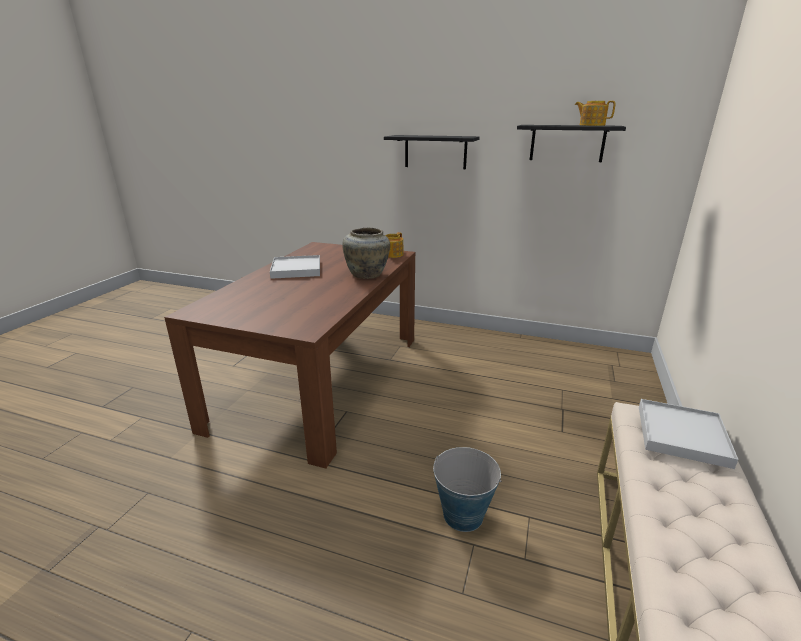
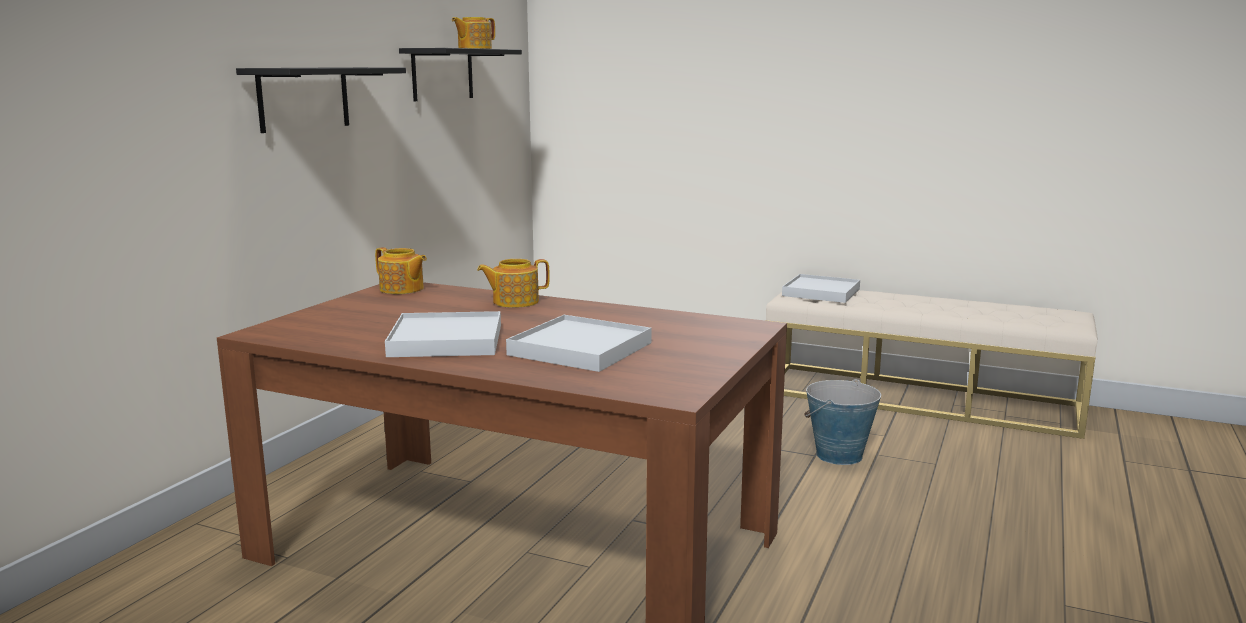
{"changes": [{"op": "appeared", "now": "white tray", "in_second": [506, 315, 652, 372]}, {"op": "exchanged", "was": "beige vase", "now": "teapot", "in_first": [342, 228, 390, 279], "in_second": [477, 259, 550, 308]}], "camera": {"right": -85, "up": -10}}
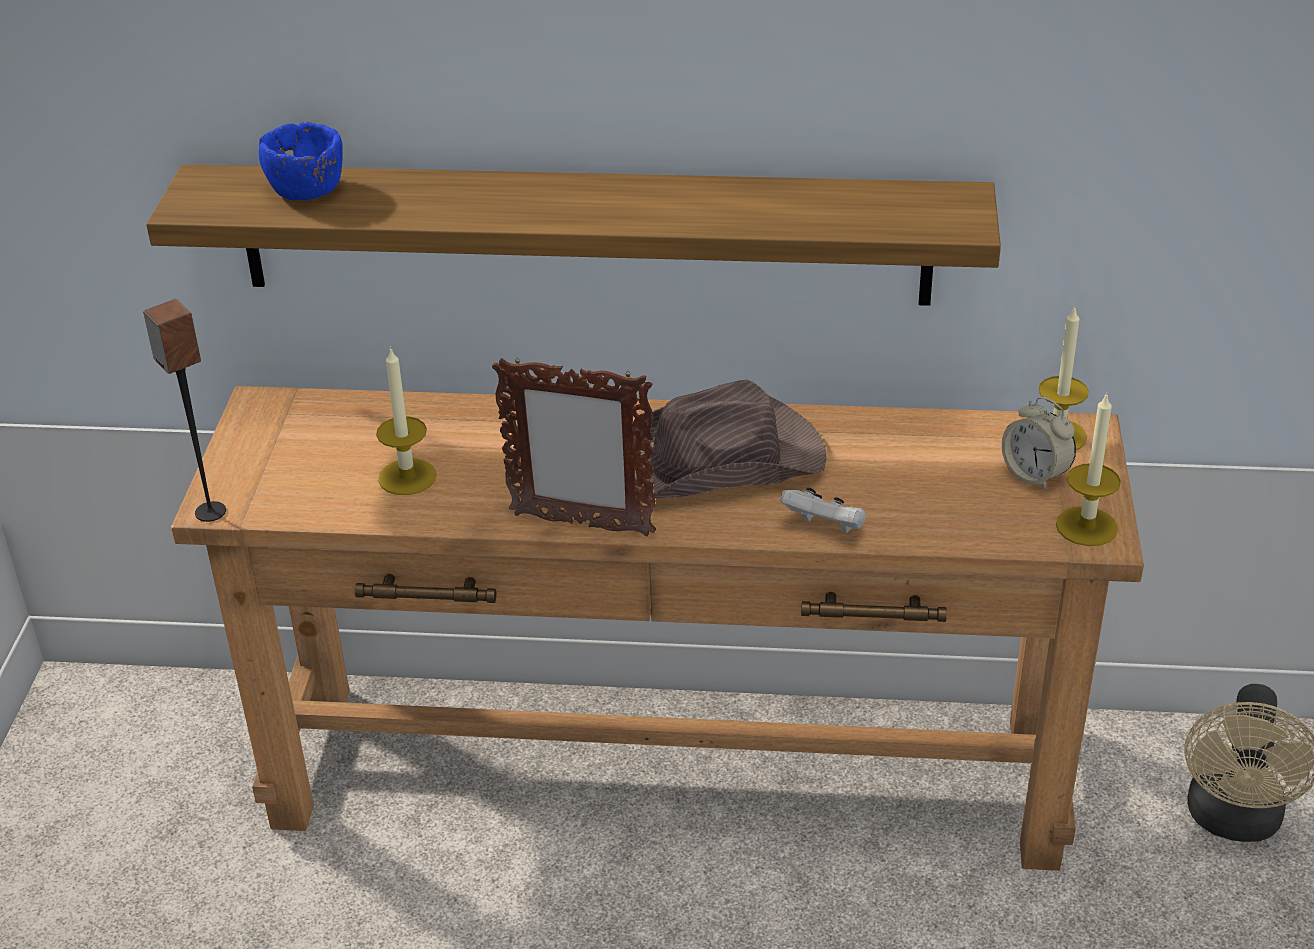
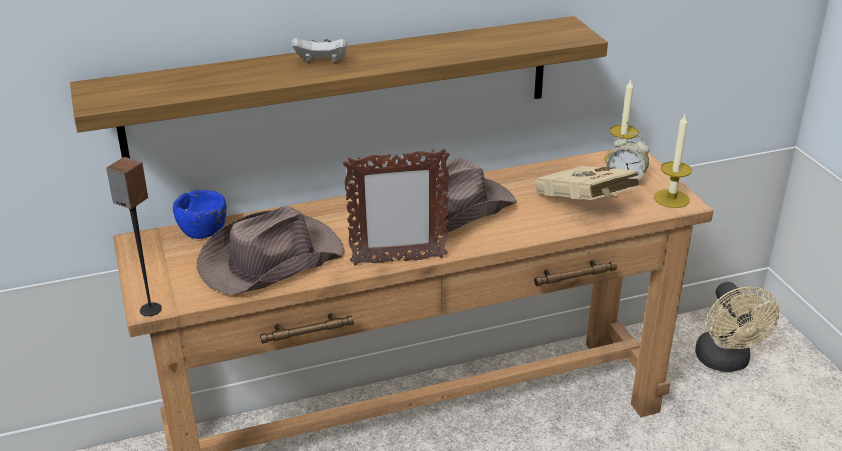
{"changes": [{"op": "appeared", "now": "beige book", "in_second": [535, 166, 639, 200]}, {"op": "relocated", "was": "blue bowl", "in_first": [259, 122, 343, 200], "in_second": [173, 190, 227, 239]}, {"op": "relocated", "was": "white game controller", "in_first": [781, 488, 866, 533], "in_second": [292, 38, 347, 63]}, {"op": "exchanged", "was": "candle", "now": "brown hat", "in_first": [376, 346, 437, 495], "in_second": [197, 206, 345, 295]}], "camera": {"right": -25, "up": -5}}
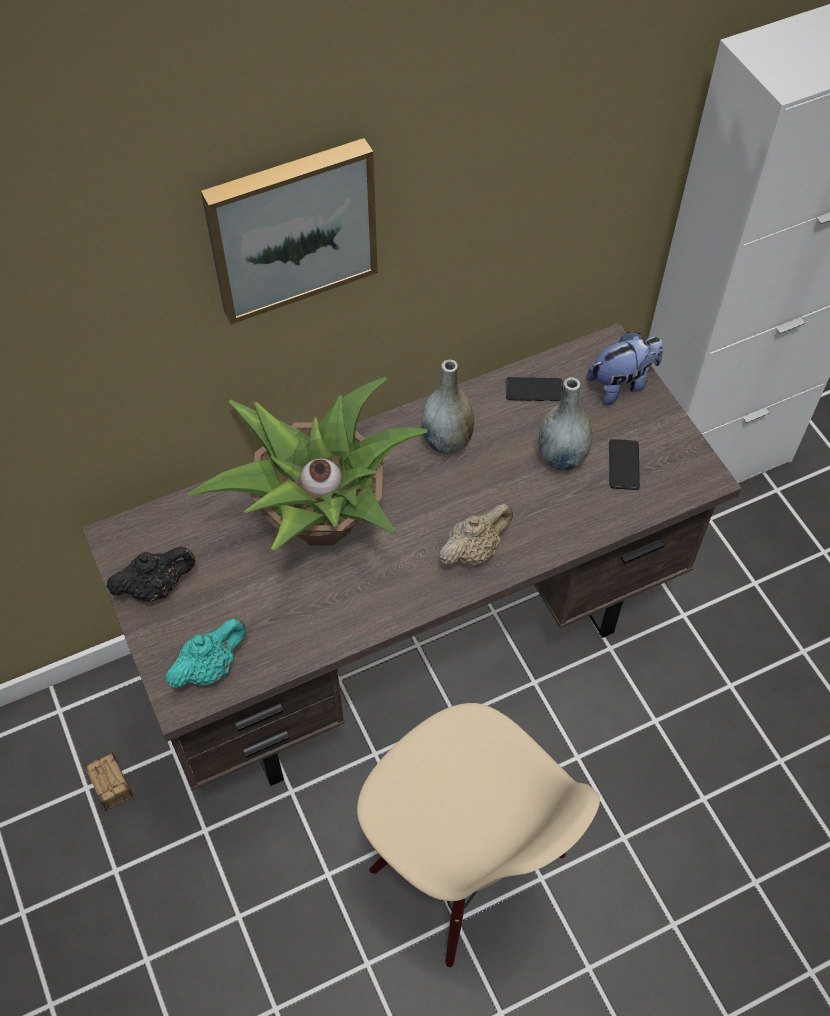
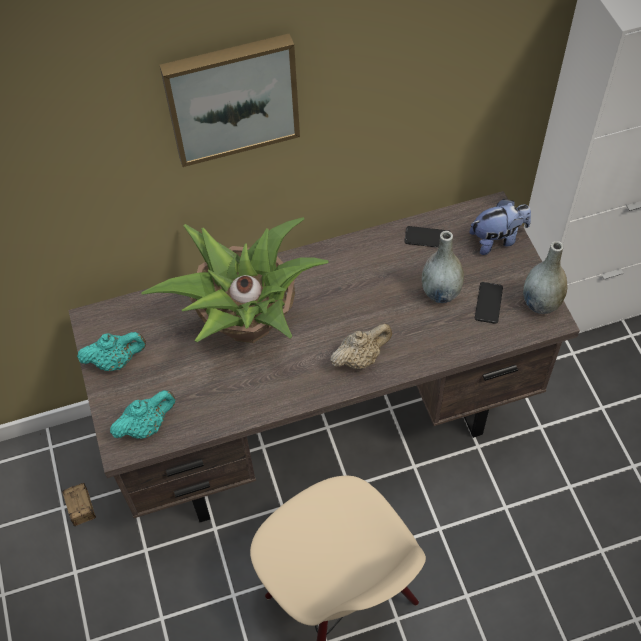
{"changes": [{"op": "relocated", "was": "grey vase", "in_first": [421, 360, 474, 454], "in_second": [523, 241, 567, 314]}, {"op": "colour", "was": "black teapot", "now": "turquoise teapot", "in_first": [106, 546, 196, 602], "in_second": [77, 332, 146, 371]}], "camera": {"right": 10, "up": 0}}
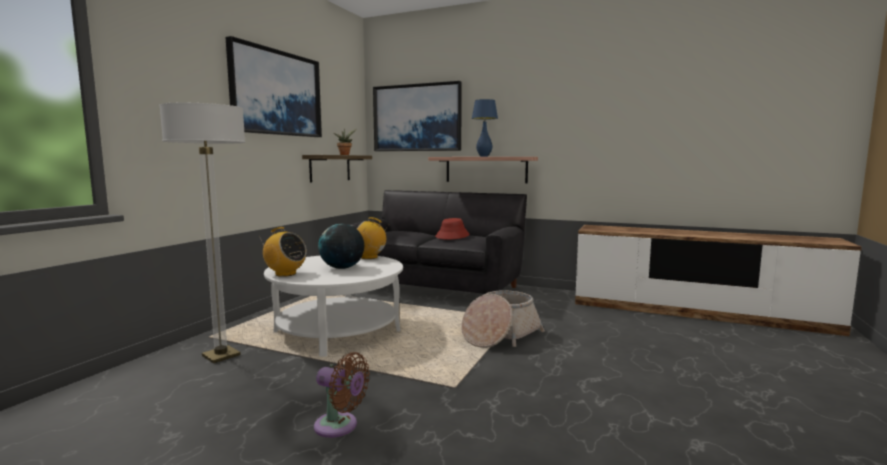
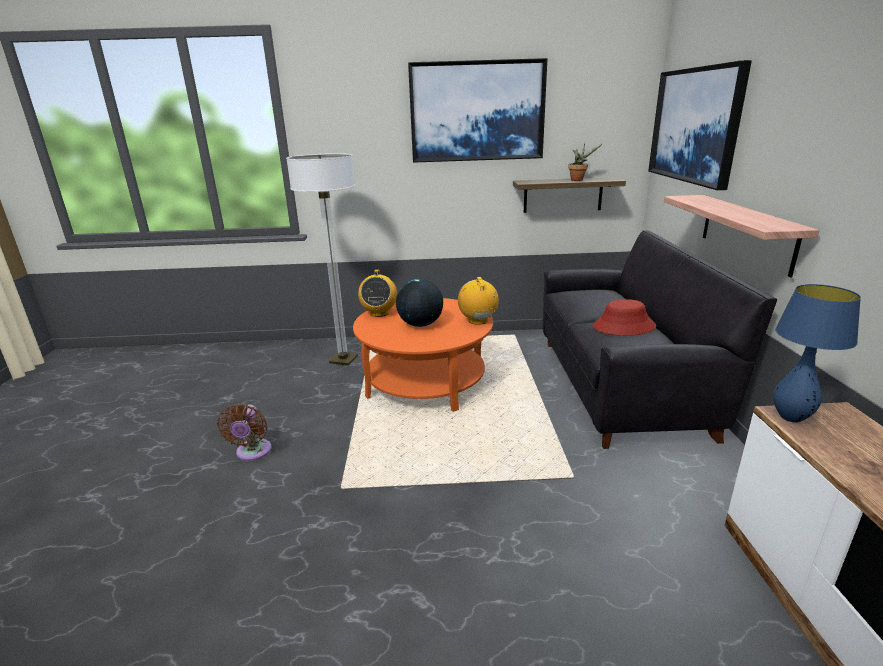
{"changes": [{"op": "missing", "was": "basket", "in_first": [461, 290, 545, 348]}, {"op": "relocated", "was": "blue table lamp", "in_first": [472, 99, 498, 157], "in_second": [773, 284, 861, 423]}, {"op": "colour", "was": "white coffee table", "now": "orange coffee table", "in_first": [264, 255, 403, 356], "in_second": [353, 298, 493, 412]}], "camera": {"right": 65, "up": 15}}
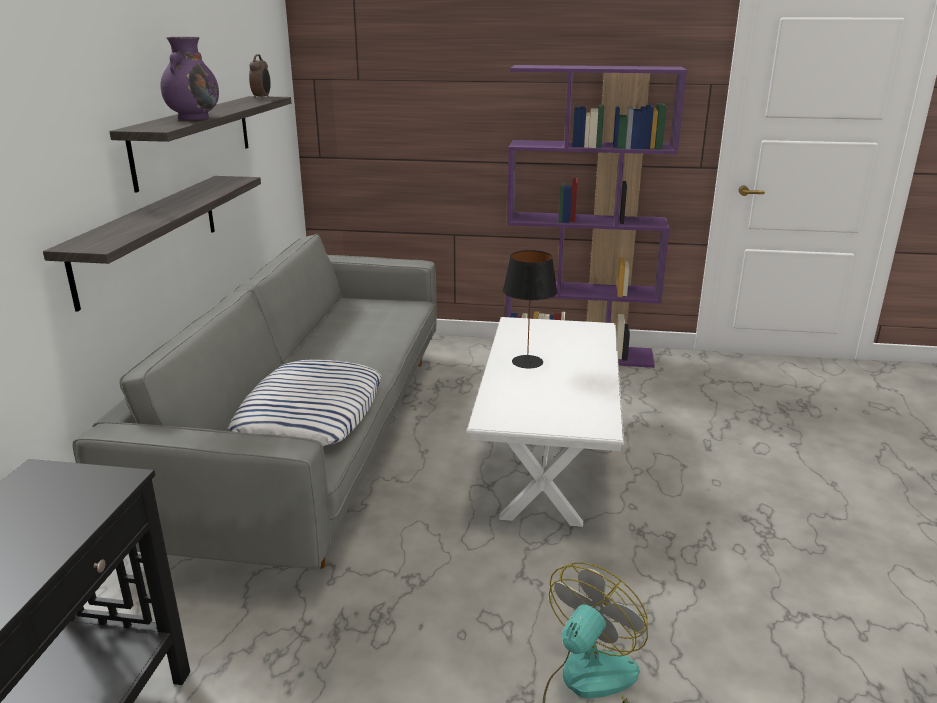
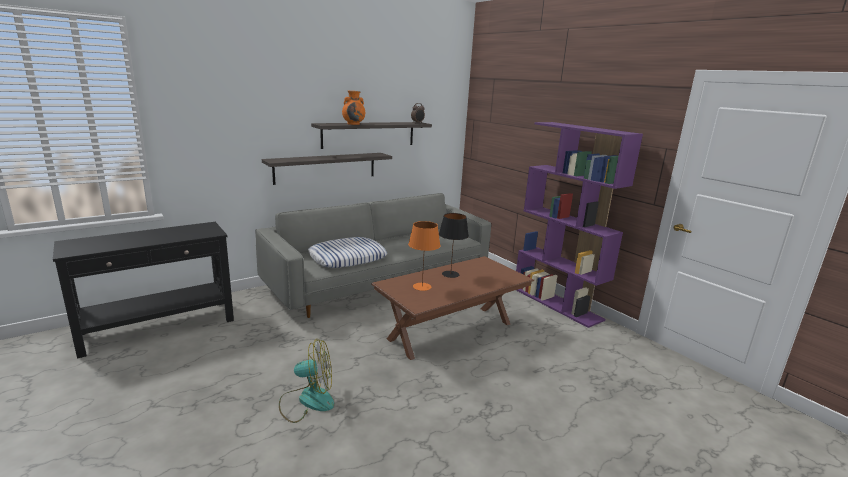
{"changes": [{"op": "appeared", "now": "orange table lamp", "in_second": [408, 221, 441, 291]}, {"op": "colour", "was": "purple vase", "now": "orange vase", "in_first": [160, 37, 219, 120], "in_second": [342, 91, 365, 125]}, {"op": "colour", "was": "white coffee table", "now": "brown coffee table", "in_first": [467, 317, 624, 527], "in_second": [371, 256, 534, 360]}], "camera": {"right": 45, "up": -5}}
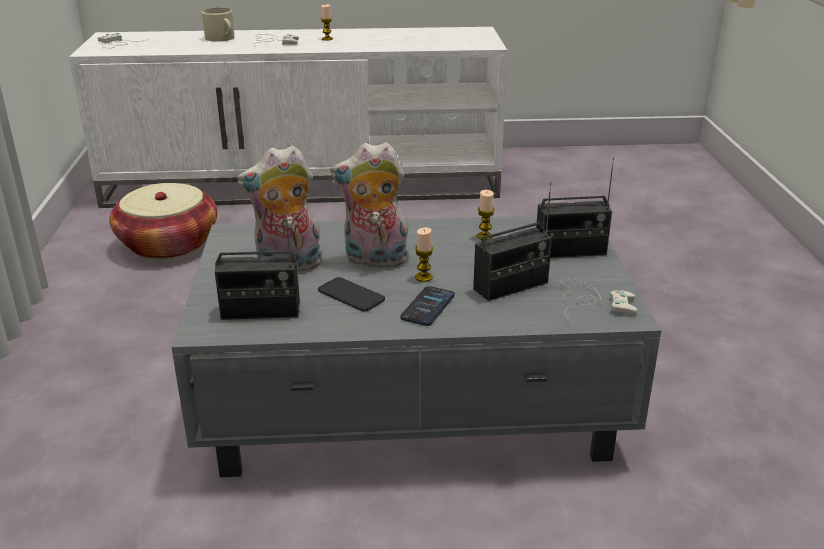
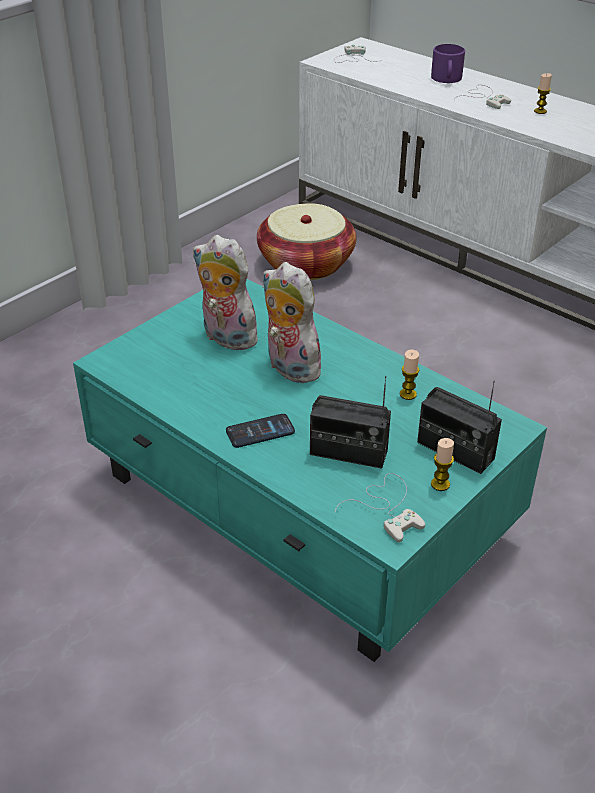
{"changes": [{"op": "missing", "was": "radio", "in_first": [215, 210, 300, 320]}, {"op": "missing", "was": "phone", "in_first": [318, 277, 385, 312]}, {"op": "relocated", "was": "candle", "in_first": [415, 227, 433, 282], "in_second": [431, 438, 454, 491]}, {"op": "colour", "was": "grey coffee table", "now": "turquoise coffee table", "in_first": [171, 216, 661, 477], "in_second": [73, 279, 547, 662]}, {"op": "colour", "was": "beige mug", "now": "purple mug", "in_first": [202, 8, 234, 42], "in_second": [431, 44, 465, 83]}], "camera": {"right": 45, "up": 10}}
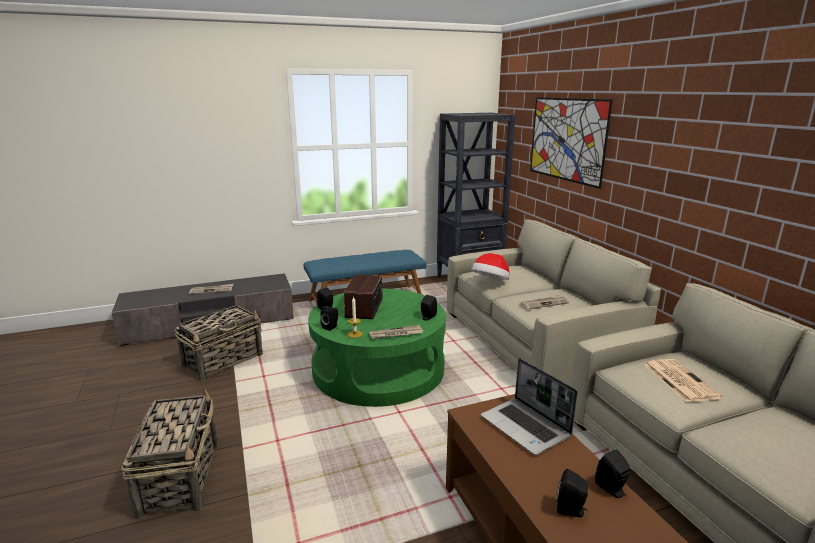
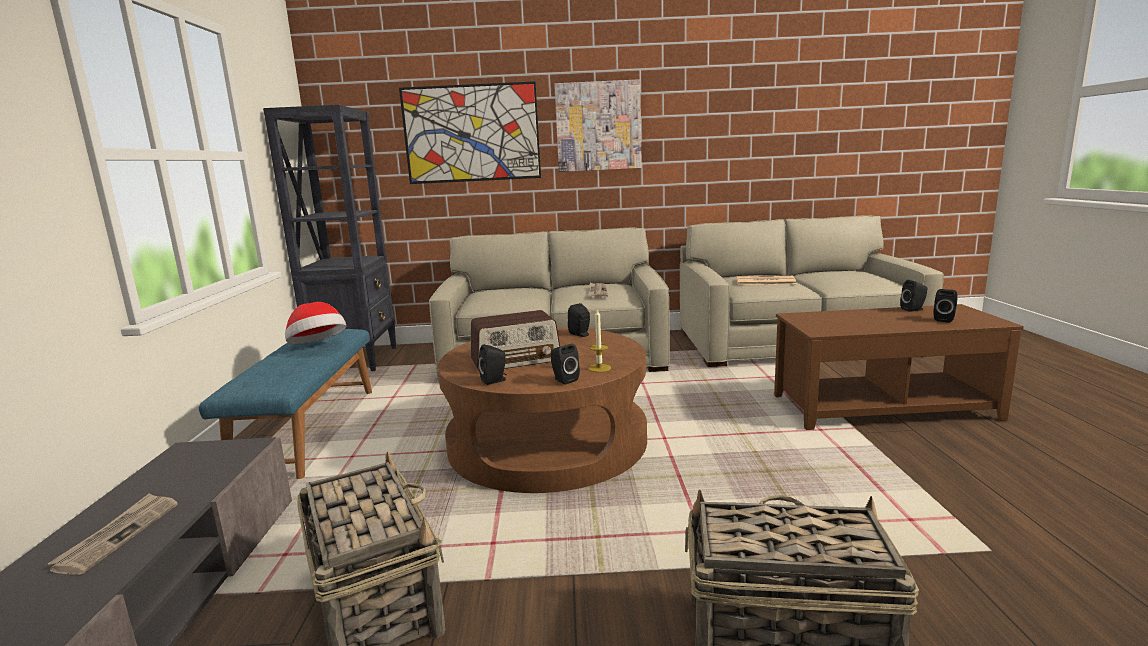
{"changes": [{"op": "missing", "was": "newspaper", "in_first": [370, 325, 423, 339]}, {"op": "missing", "was": "laptop", "in_first": [481, 358, 578, 455]}, {"op": "appeared", "now": "picture", "in_second": [554, 79, 642, 172]}, {"op": "relocated", "was": "hat", "in_first": [471, 253, 510, 280], "in_second": [285, 302, 346, 344]}, {"op": "colour", "was": "green coffee table", "now": "brown coffee table", "in_first": [308, 288, 446, 407], "in_second": [438, 328, 647, 493]}, {"op": "spun", "was": "radio", "in_first": [344, 275, 383, 319], "in_second": [470, 310, 560, 372], "clockwise": -45}], "camera": {"right": -70, "up": -5}}
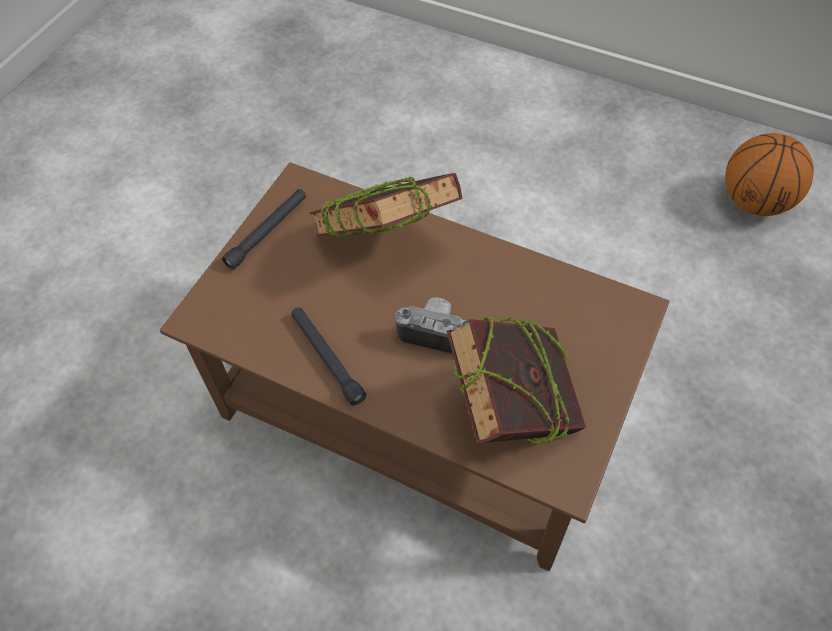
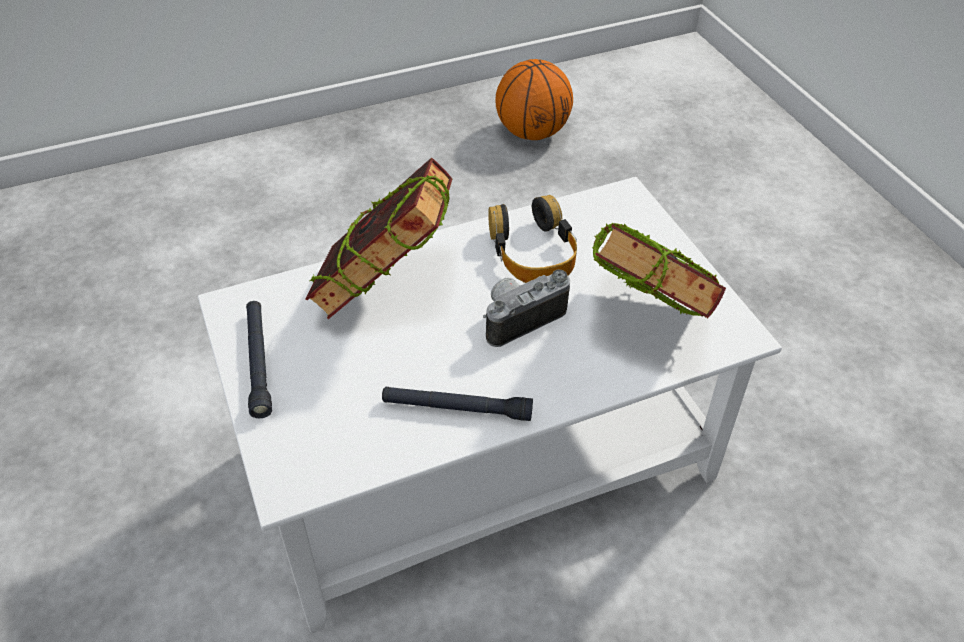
{"changes": [{"op": "appeared", "now": "headphones", "in_second": [488, 195, 577, 283]}, {"op": "colour", "was": "brown coffee table", "now": "white coffee table", "in_first": [160, 162, 670, 571], "in_second": [198, 177, 782, 634]}], "camera": {"right": -50, "up": -10}}
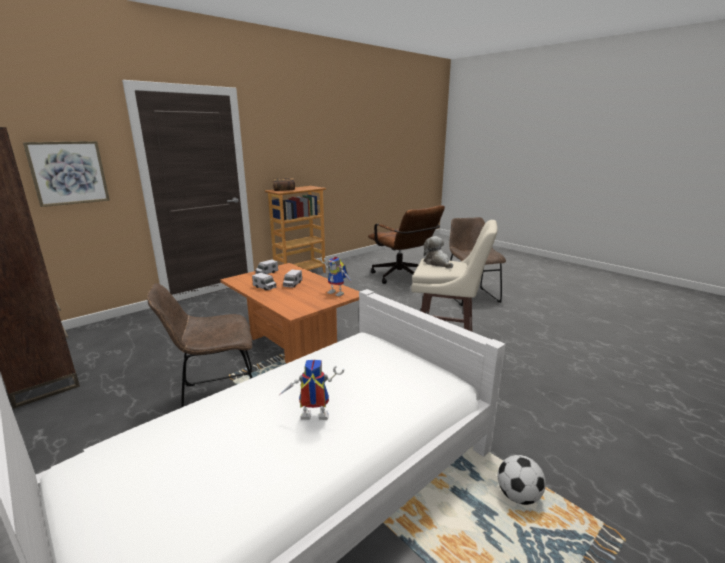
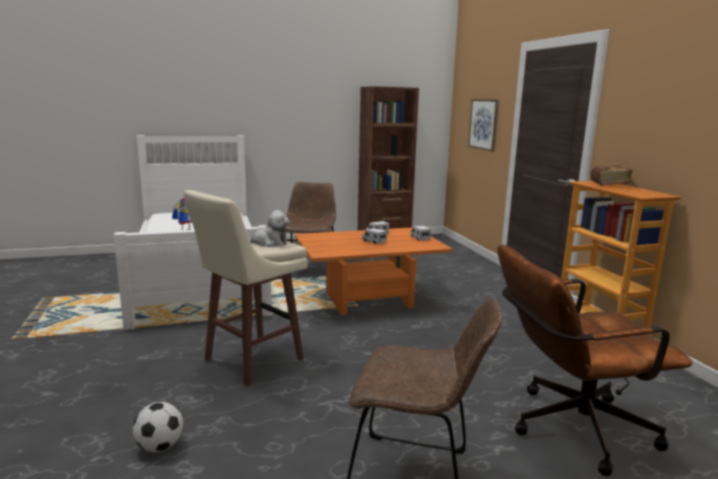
{"changes": [{"op": "missing", "was": "toy robot", "in_first": [321, 257, 353, 296]}, {"op": "relocated", "was": "football", "in_first": [498, 455, 546, 505], "in_second": [133, 402, 183, 452]}], "camera": {"right": 115, "up": -5}}
